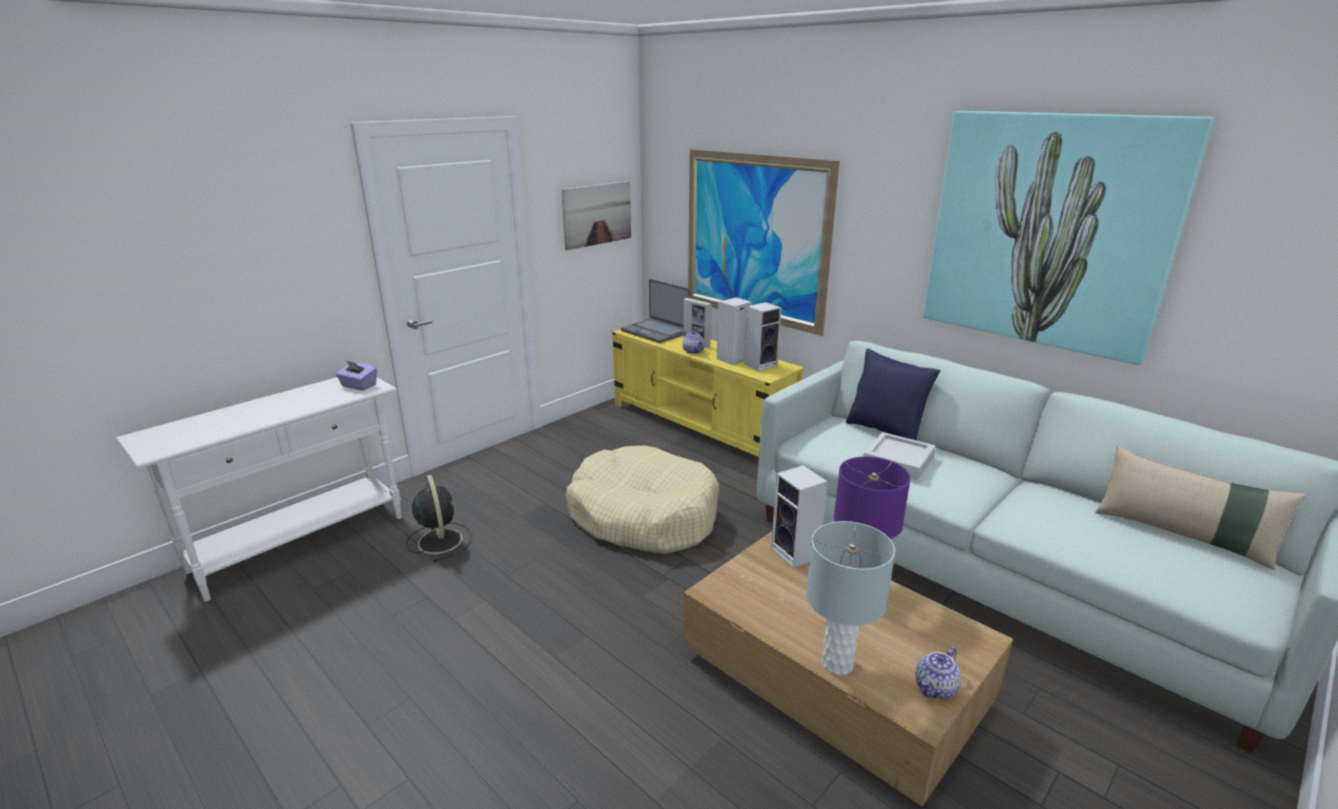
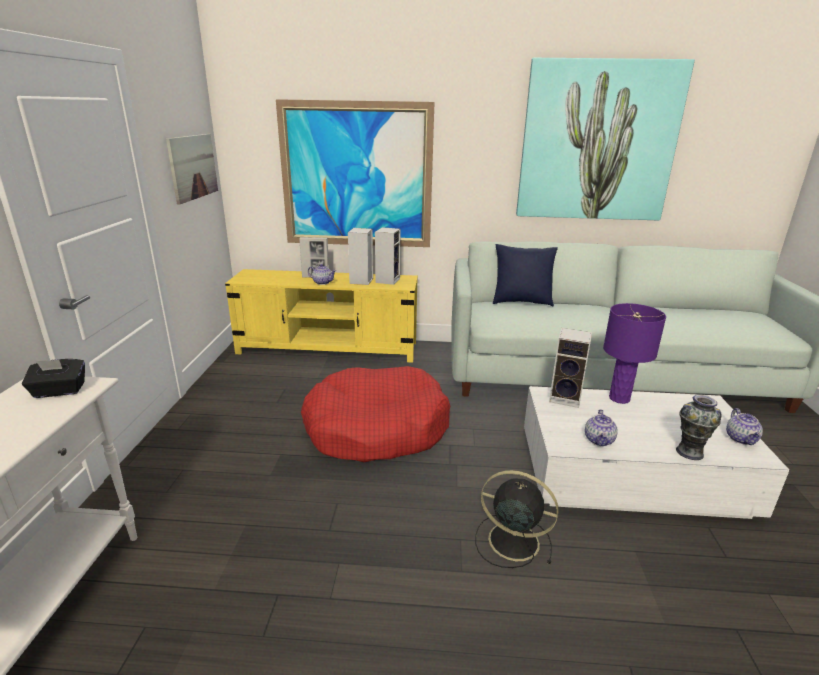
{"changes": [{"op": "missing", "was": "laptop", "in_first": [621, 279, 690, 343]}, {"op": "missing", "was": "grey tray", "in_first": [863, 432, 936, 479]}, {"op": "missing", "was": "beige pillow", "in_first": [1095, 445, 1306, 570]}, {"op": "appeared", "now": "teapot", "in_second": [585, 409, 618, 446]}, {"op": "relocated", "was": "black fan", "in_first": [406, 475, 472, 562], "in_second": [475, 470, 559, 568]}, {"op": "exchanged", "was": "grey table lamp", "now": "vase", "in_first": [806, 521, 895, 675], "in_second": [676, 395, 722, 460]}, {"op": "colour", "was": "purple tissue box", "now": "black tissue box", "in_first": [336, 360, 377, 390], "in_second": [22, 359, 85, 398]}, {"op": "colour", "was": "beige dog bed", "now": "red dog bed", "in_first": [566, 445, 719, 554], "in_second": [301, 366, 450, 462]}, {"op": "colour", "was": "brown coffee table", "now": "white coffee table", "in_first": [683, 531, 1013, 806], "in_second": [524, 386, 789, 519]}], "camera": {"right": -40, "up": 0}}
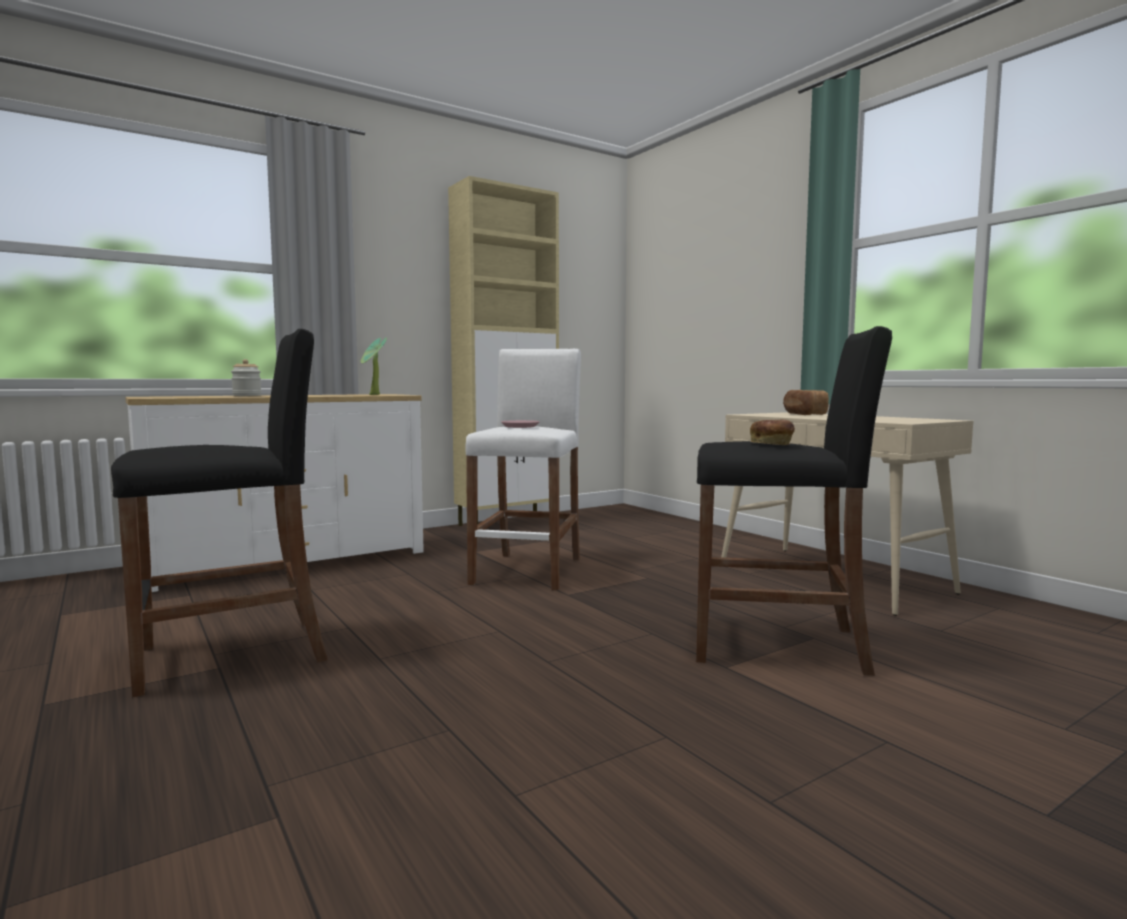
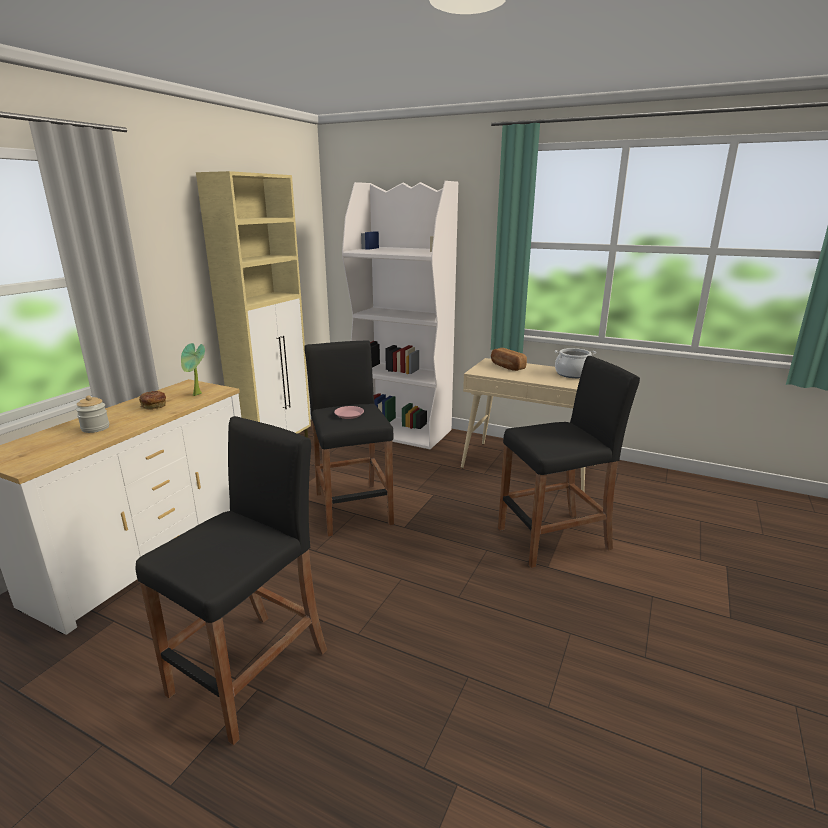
{"changes": [{"op": "appeared", "now": "white bookcase", "in_second": [342, 181, 458, 449]}, {"op": "appeared", "now": "cooking pot", "in_second": [555, 348, 596, 378]}, {"op": "relocated", "was": "bread", "in_first": [750, 419, 795, 445], "in_second": [139, 391, 166, 409]}, {"op": "colour", "was": "white stool", "now": "black stool", "in_first": [465, 349, 581, 591], "in_second": [304, 340, 394, 536]}], "camera": {"right": -30, "up": 15}}
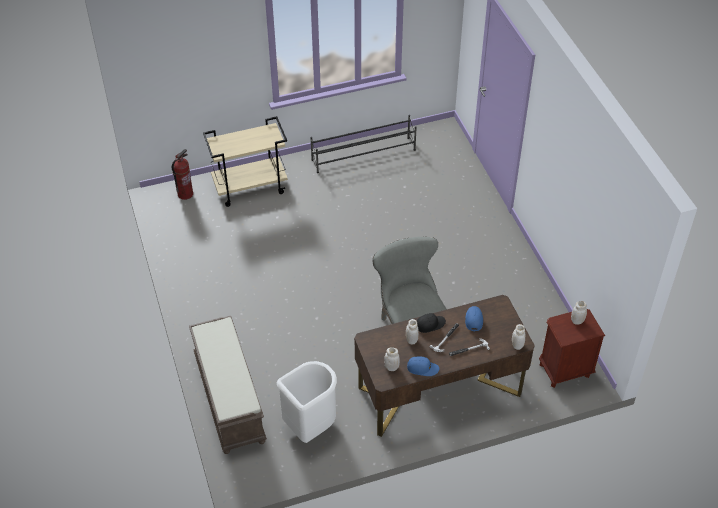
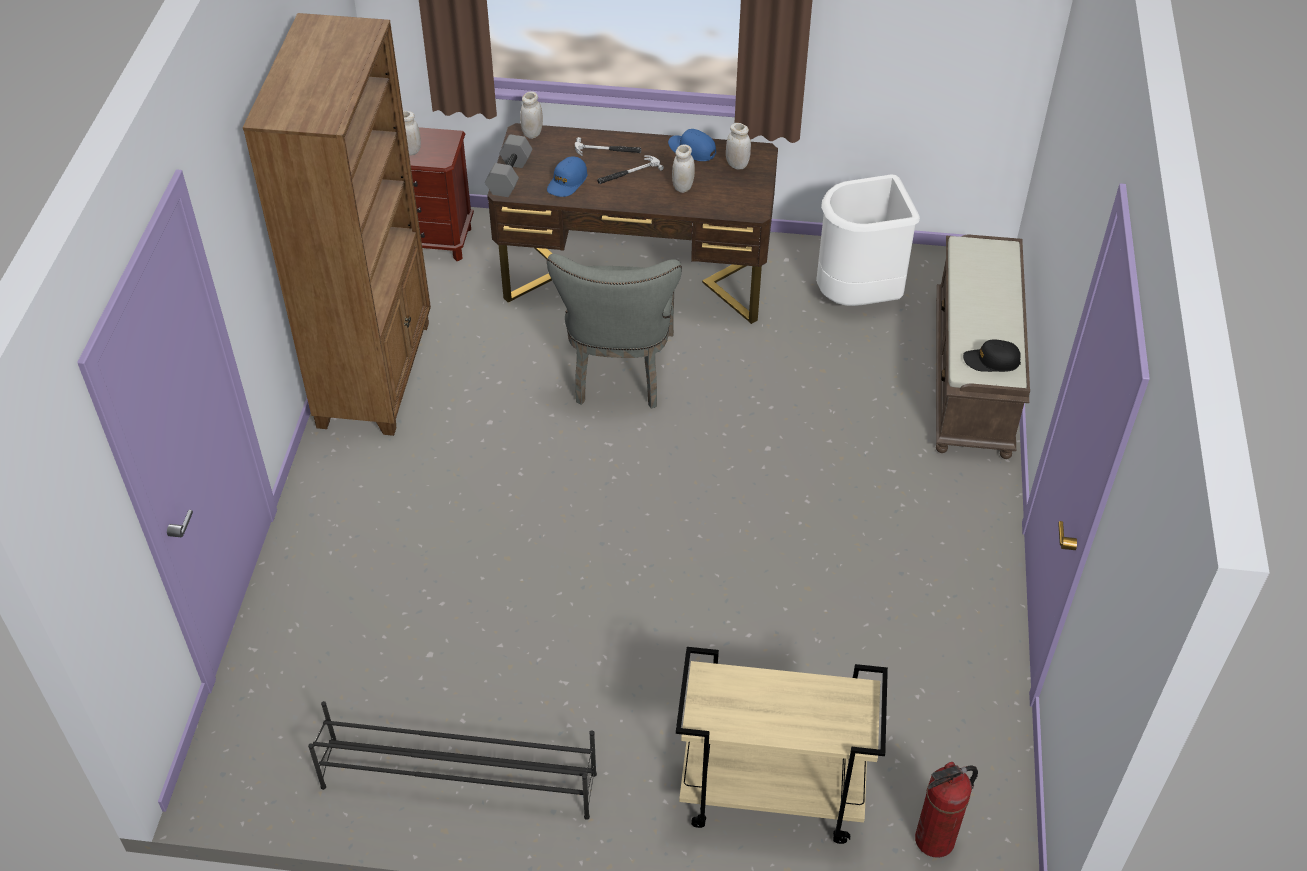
{"changes": [{"op": "appeared", "now": "brown bookcase", "in_second": [242, 13, 431, 436]}, {"op": "appeared", "now": "grey dumbbell", "in_second": [485, 134, 533, 197]}, {"op": "relocated", "was": "black cap", "in_first": [417, 313, 446, 333], "in_second": [963, 340, 1021, 372]}], "camera": {"right": -155, "up": 0}}
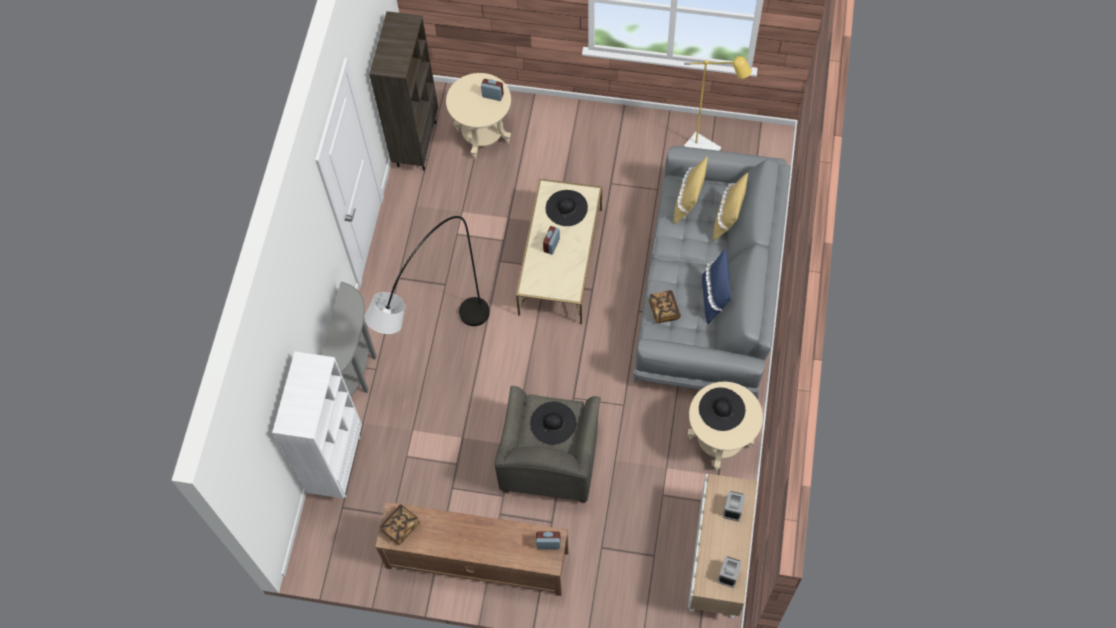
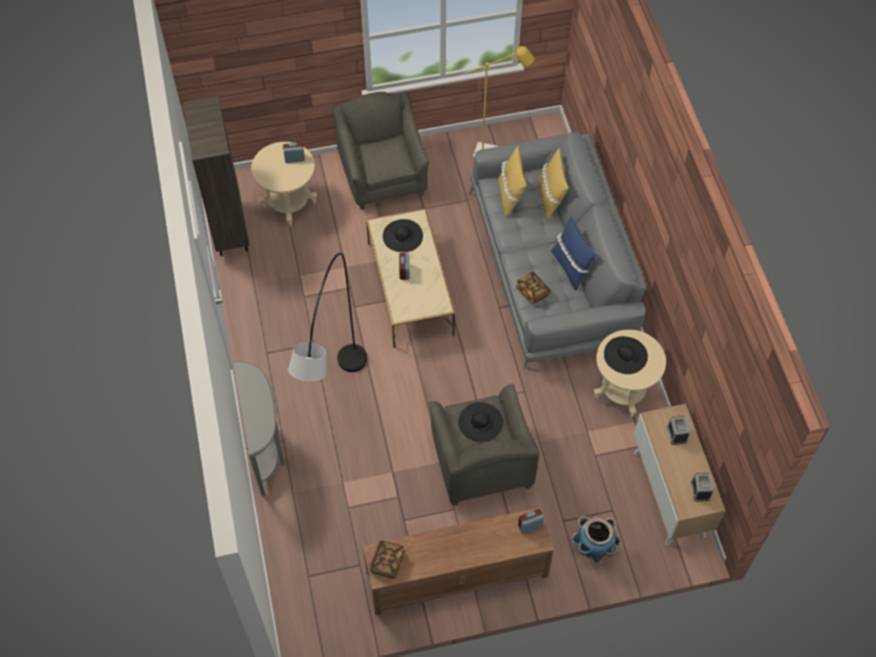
{"changes": [{"op": "missing", "was": "white bookcase", "in_first": [272, 351, 362, 499]}, {"op": "appeared", "now": "grey armchair", "in_second": [333, 92, 429, 210]}, {"op": "appeared", "now": "planter", "in_second": [572, 516, 621, 564]}], "camera": {"right": -25, "up": -5}}
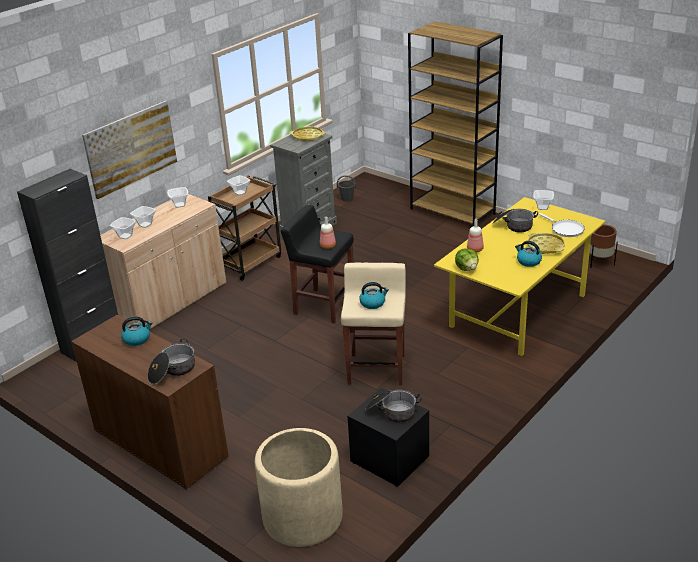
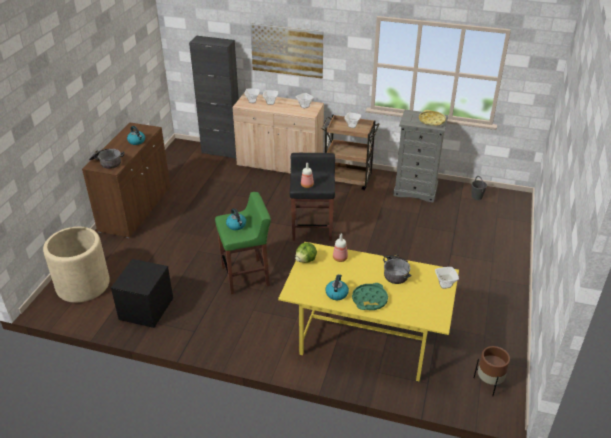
{"changes": [{"op": "missing", "was": "cooking pot", "in_first": [366, 390, 422, 423]}, {"op": "missing", "was": "brown bookcase", "in_first": [408, 21, 503, 226]}, {"op": "missing", "was": "white frying pan", "in_first": [539, 213, 585, 237]}, {"op": "colour", "was": "beige stool", "now": "green stool", "in_first": [341, 263, 406, 386], "in_second": [215, 192, 271, 294]}, {"op": "colour", "was": "yellow tray", "now": "green tray", "in_first": [527, 233, 565, 254], "in_second": [352, 283, 388, 310]}], "camera": {"right": 65, "up": 5}}
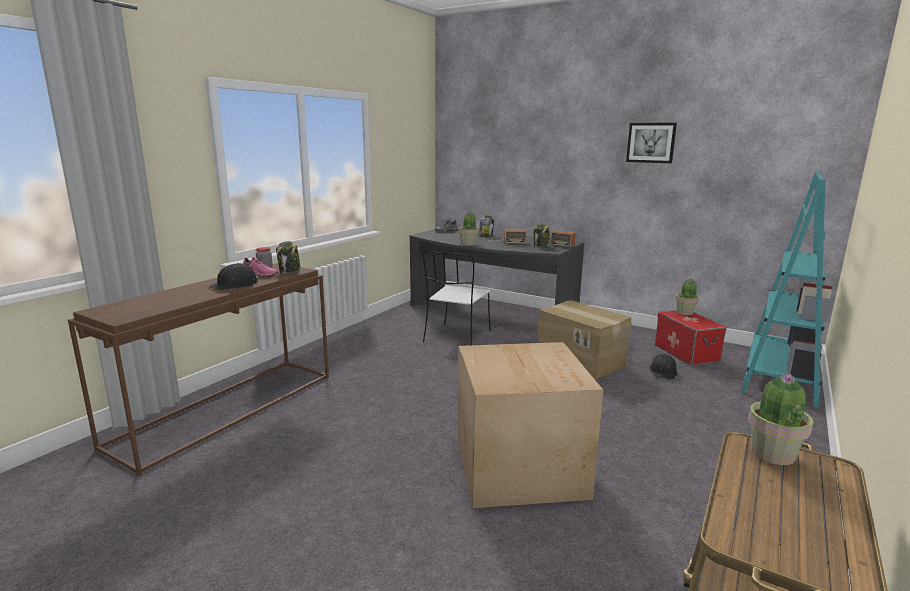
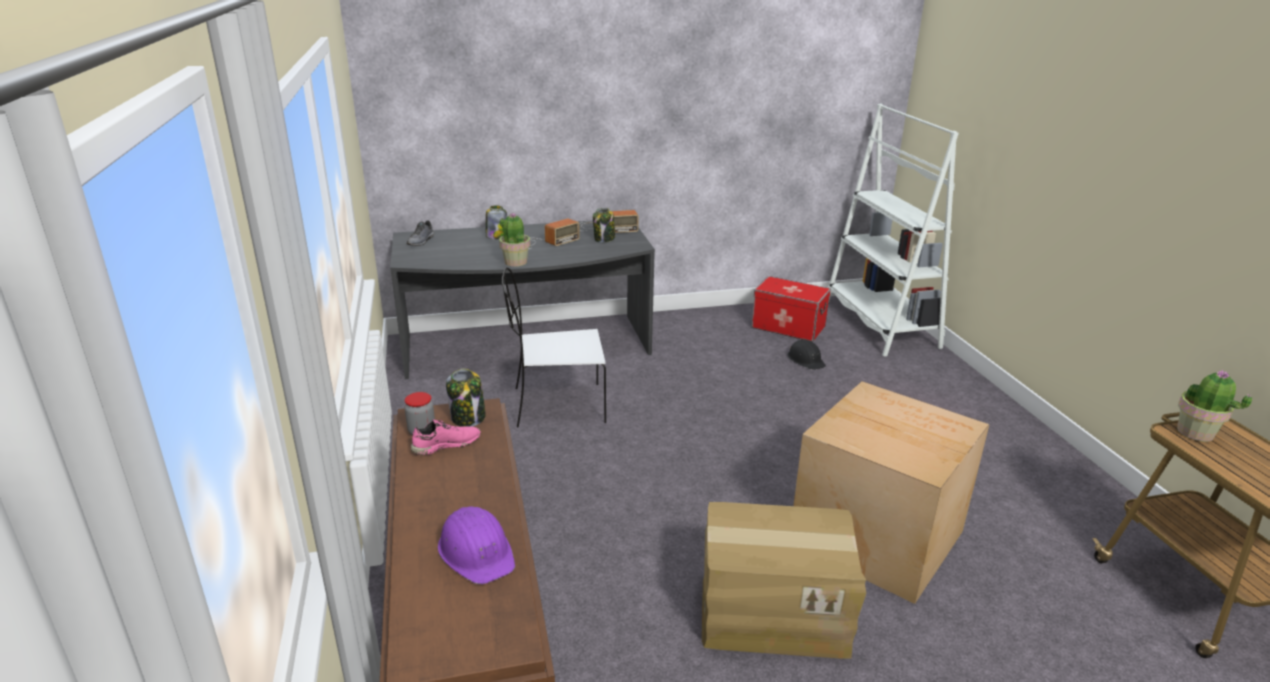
{"changes": [{"op": "missing", "was": "black hard hat", "in_first": [209, 263, 259, 290]}, {"op": "missing", "was": "picture", "in_first": [626, 123, 677, 163]}, {"op": "missing", "was": "potted plant", "in_first": [675, 278, 699, 315]}, {"op": "appeared", "now": "purple hard hat", "in_second": [438, 506, 515, 584]}, {"op": "relocated", "was": "cardboard box", "in_first": [538, 300, 632, 380], "in_second": [702, 502, 866, 658]}, {"op": "colour", "was": "turquoise bookcase", "now": "white bookcase", "in_first": [741, 172, 832, 408], "in_second": [828, 104, 959, 356]}, {"op": "spun", "was": "white chair", "in_first": [422, 251, 491, 345], "in_second": [502, 267, 606, 428], "clockwise": 105}], "camera": {"right": -45, "up": 10}}
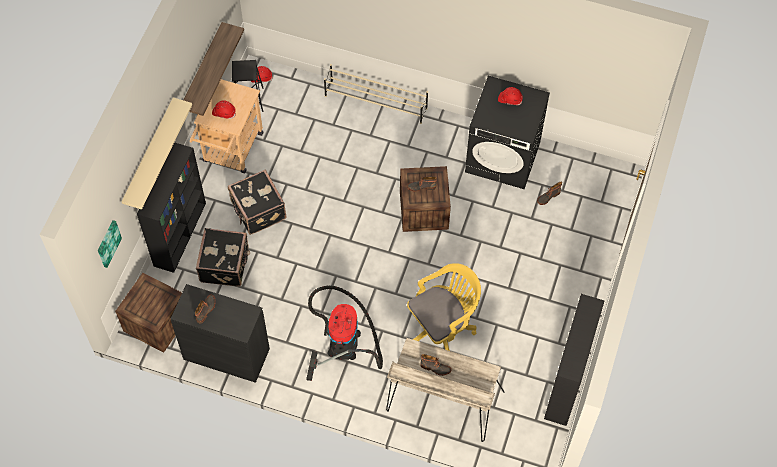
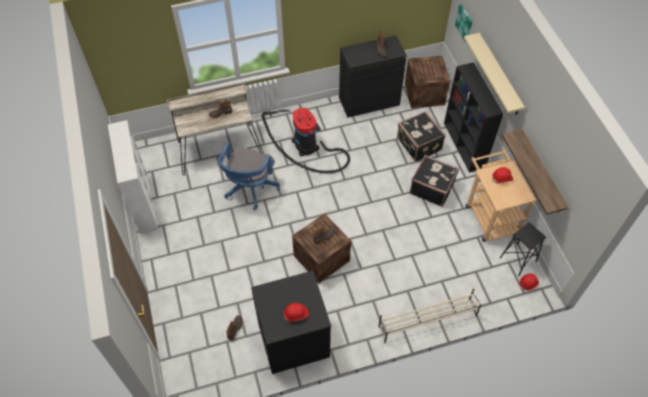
{"changes": [{"op": "colour", "was": "yellow office chair", "now": "blue office chair", "in_first": [407, 263, 481, 351], "in_second": [218, 143, 280, 210]}, {"op": "colour", "was": "black bookcase", "now": "white bookcase", "in_first": [544, 294, 604, 426], "in_second": [108, 120, 158, 234]}], "camera": {"right": 145, "up": -5}}
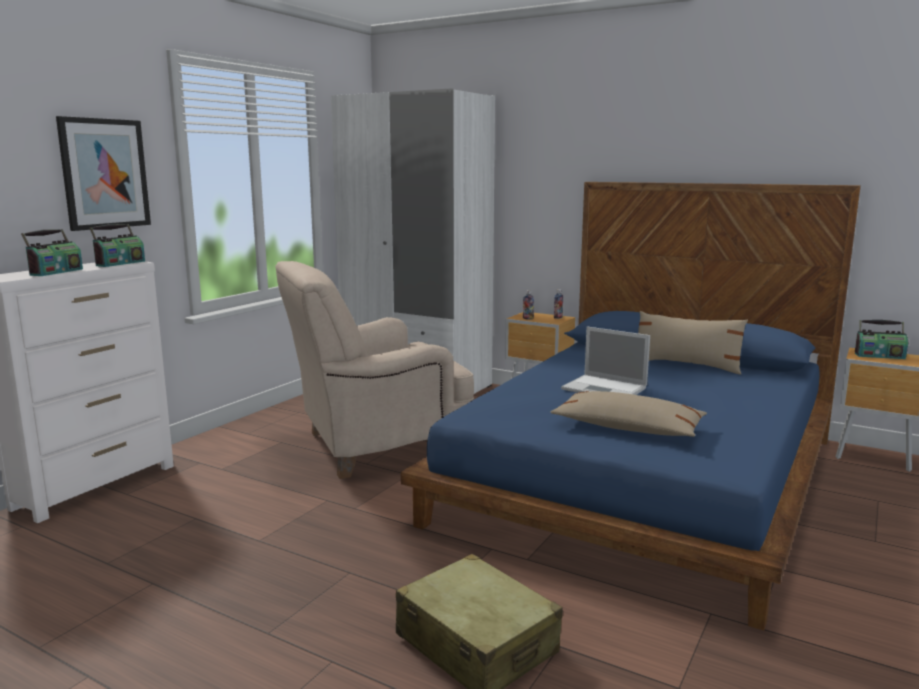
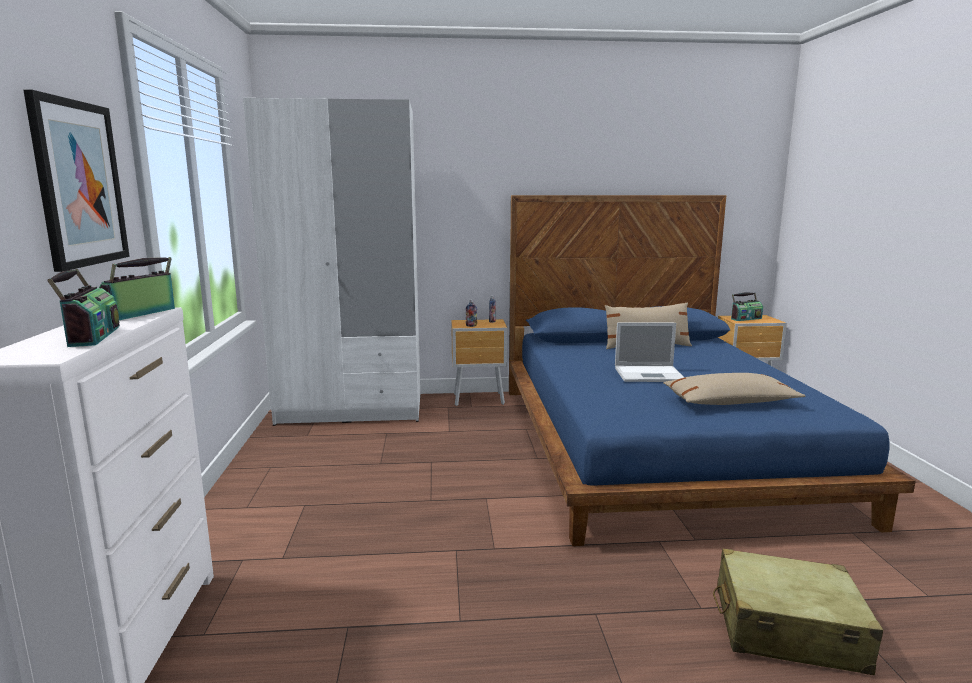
{"changes": [{"op": "missing", "was": "beige armchair", "in_first": [275, 261, 474, 479]}, {"op": "spun", "was": "radio", "in_first": [90, 224, 145, 267], "in_second": [99, 257, 175, 320], "clockwise": -150}], "camera": {"right": -35, "up": 0}}
